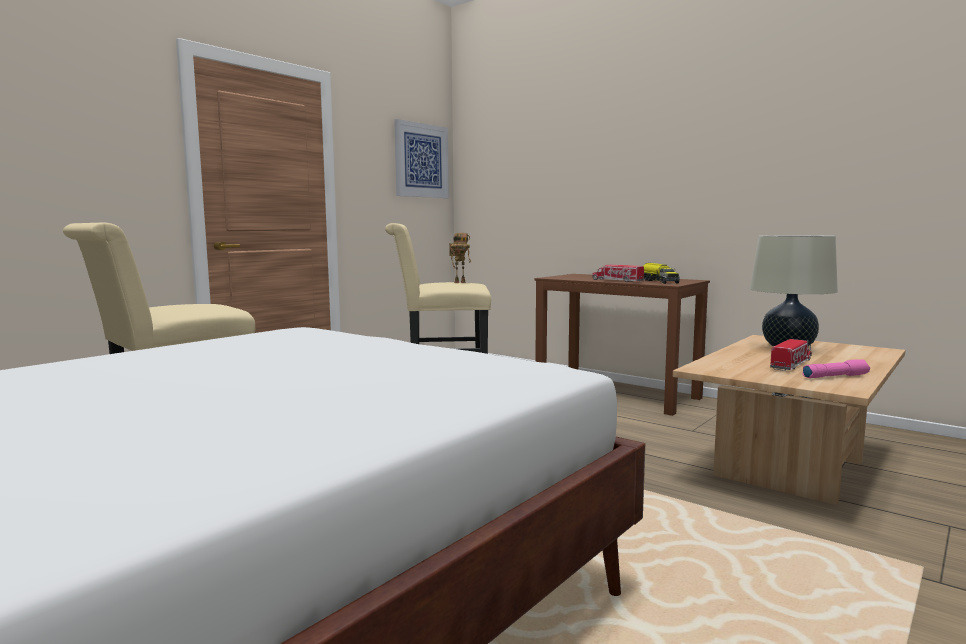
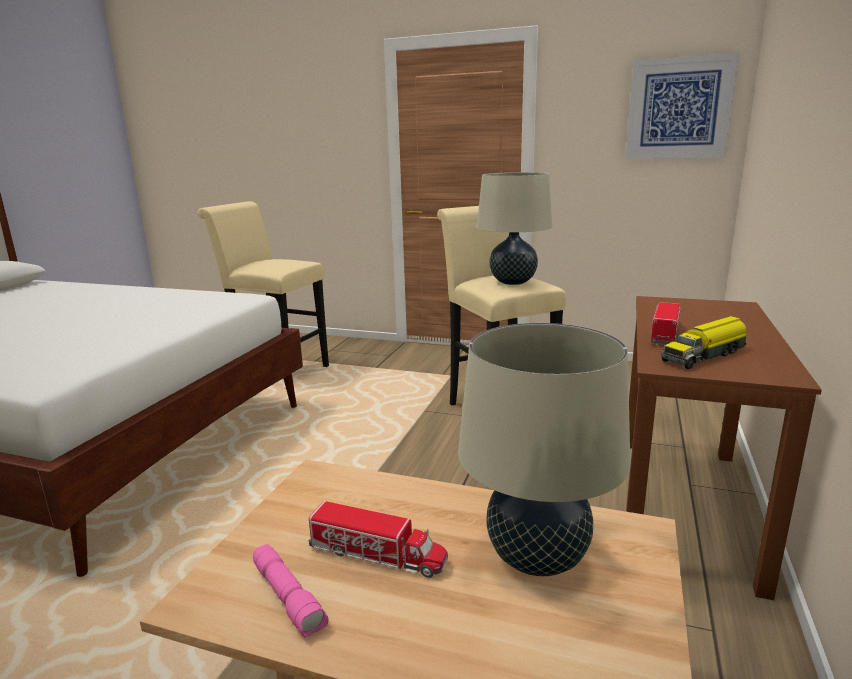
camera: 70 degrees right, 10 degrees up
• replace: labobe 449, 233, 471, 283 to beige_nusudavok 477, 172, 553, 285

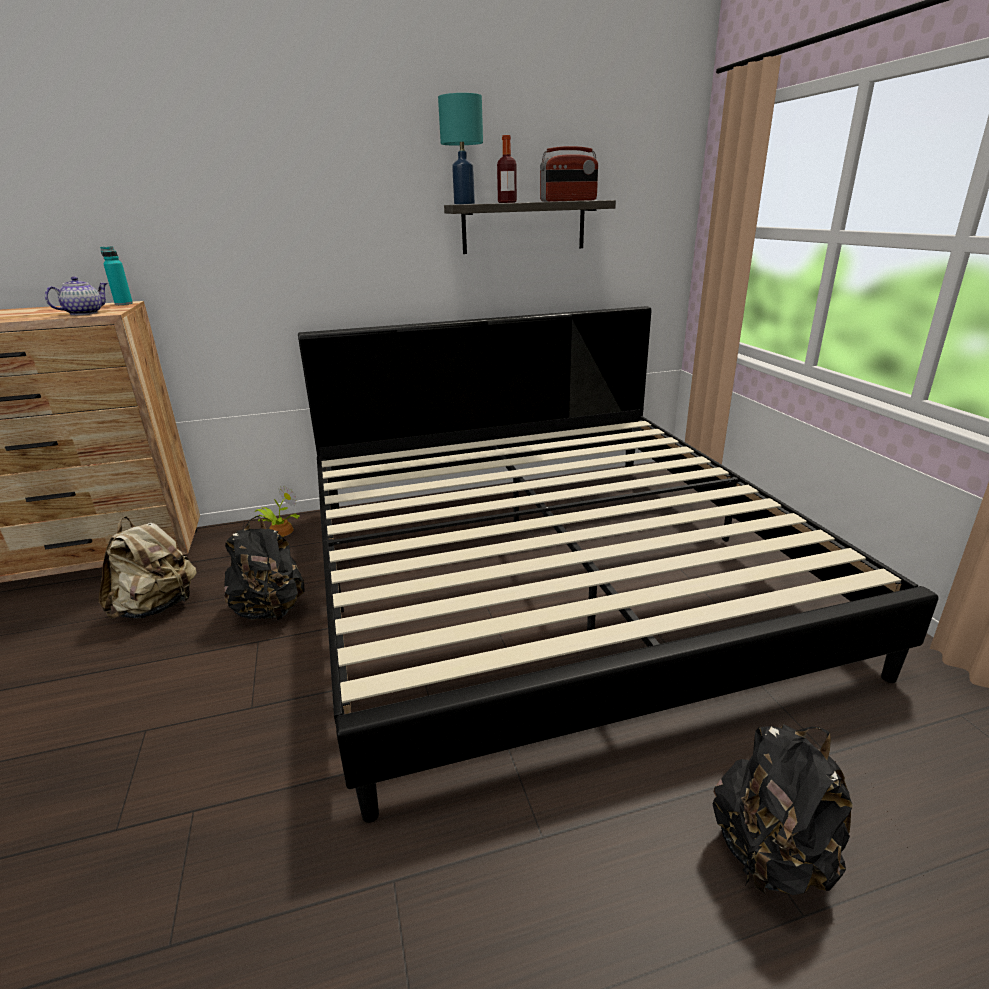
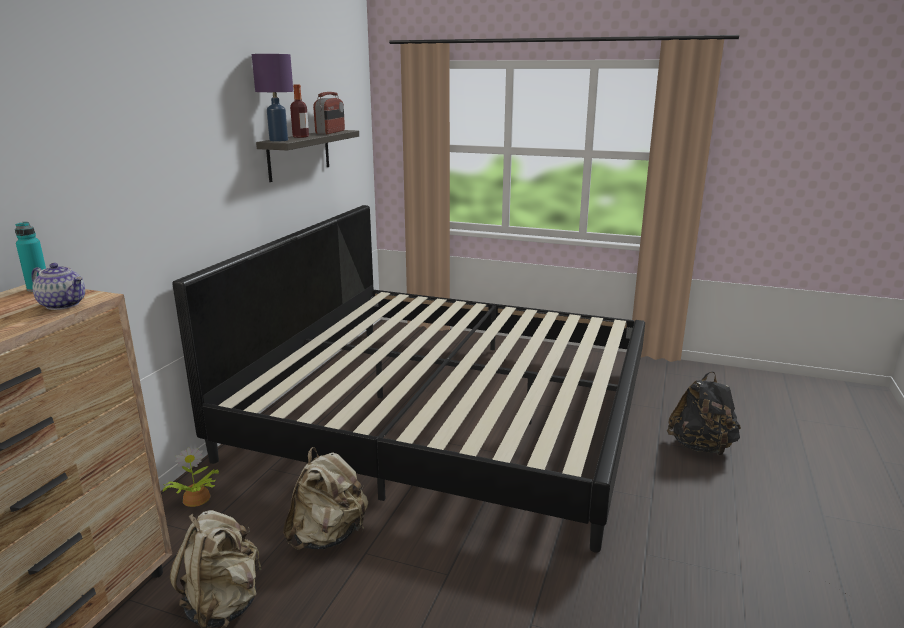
camera: 55 degrees left, 5 degrees down
• rotate: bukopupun 45, 276, 108, 315 = 31, 263, 85, 310 135 degrees clockwise
• recolor: turquoise_nusudavok 438, 93, 483, 204 to purple_nusudavok 252, 54, 293, 142
• recolor: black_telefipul 224, 516, 304, 621 to beige_telefipul 283, 447, 368, 550

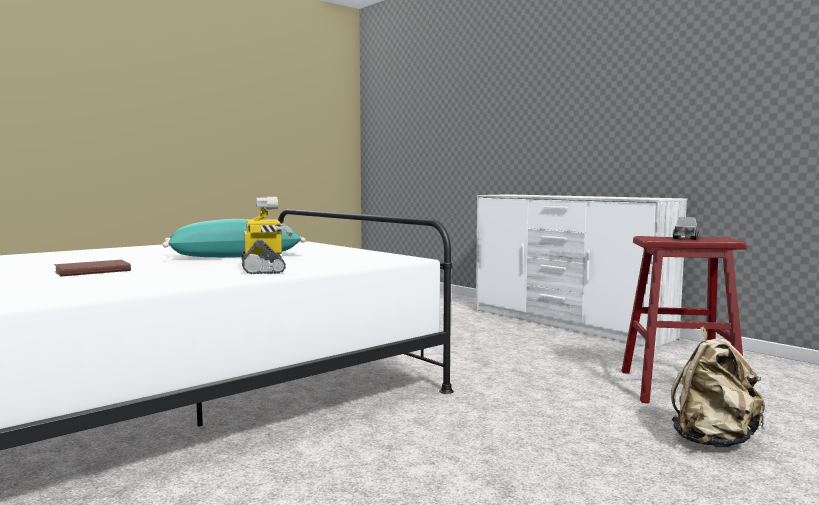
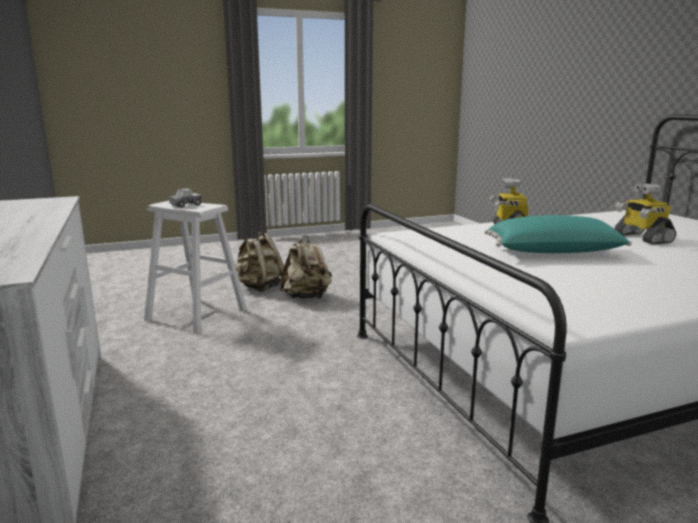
camera: 160 degrees left, 10 degrees up
• recolor: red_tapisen 622, 236, 747, 403 to white_tapisen 144, 201, 247, 334
• insert: beige_telefipul 279, 235, 332, 299
• replace: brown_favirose 54, 260, 131, 277 to labobe 614, 183, 677, 245

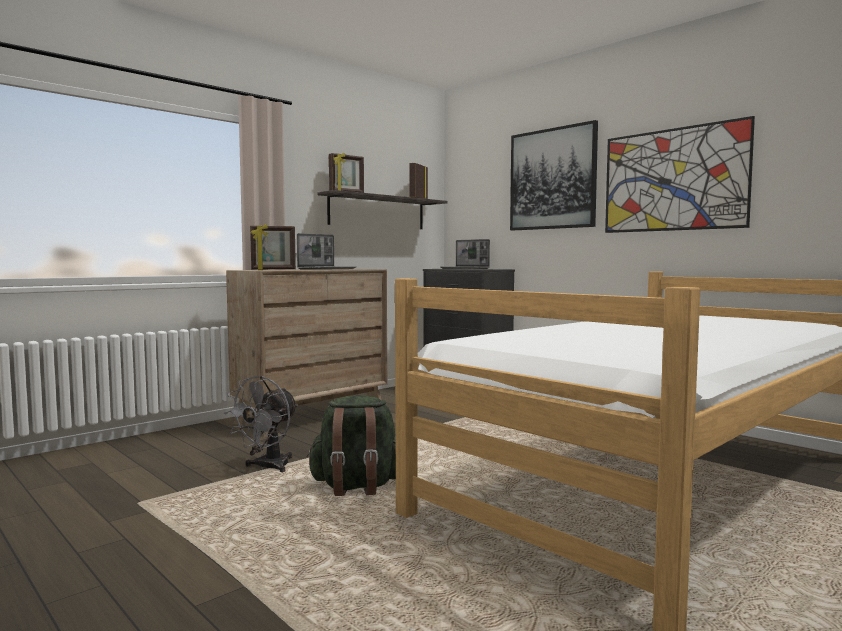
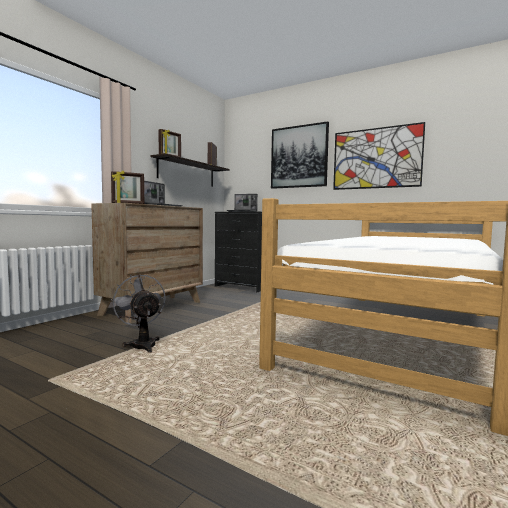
camera: 15 degrees left, 0 degrees up
• rotate: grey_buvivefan 224, 376, 298, 472 = 111, 275, 166, 353 135 degrees clockwise
• delete: green_telefipul 306, 395, 396, 496

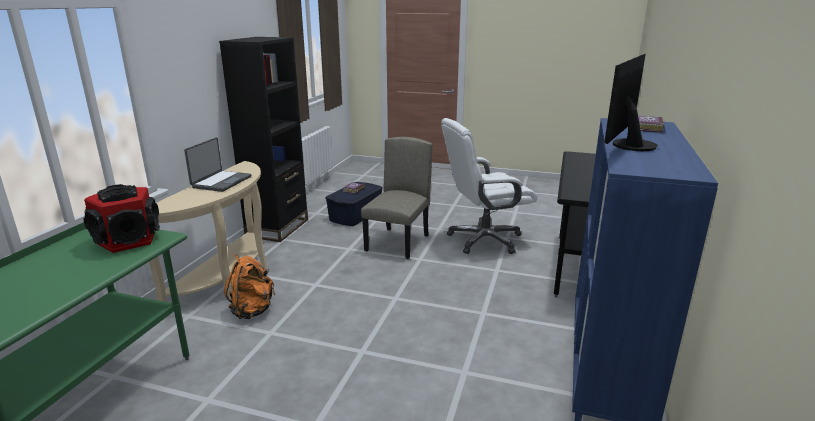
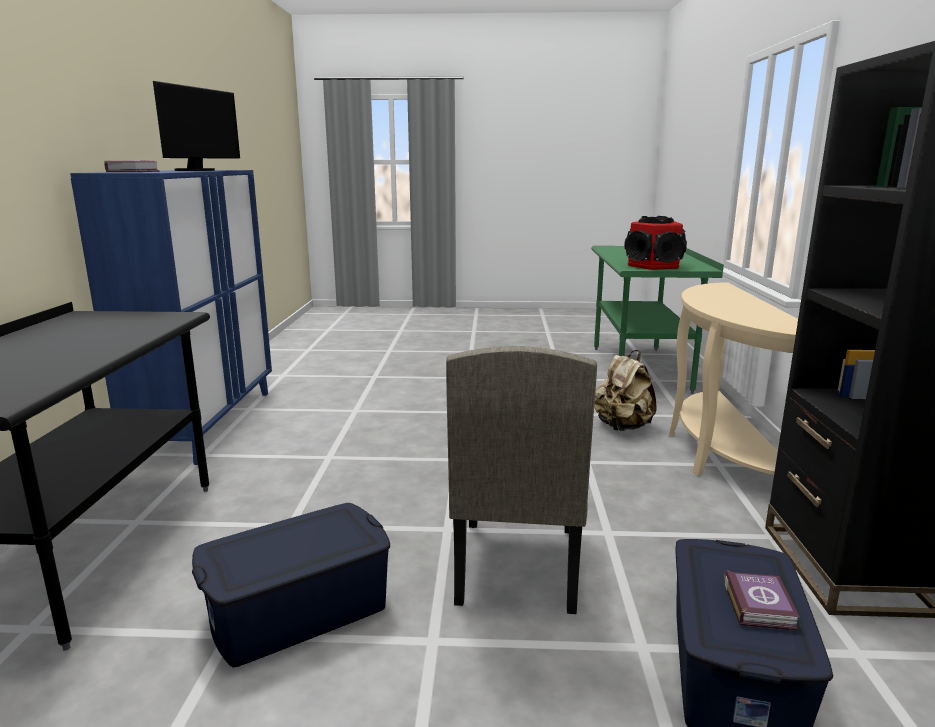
camera: 165 degrees right, 5 degrees down
• replace: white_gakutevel 441, 118, 537, 254 to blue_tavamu 192, 503, 390, 668
• recolor: orange_telefipul 224, 254, 275, 319 to beige_telefipul 594, 350, 656, 431
• delete: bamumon 184, 137, 251, 192

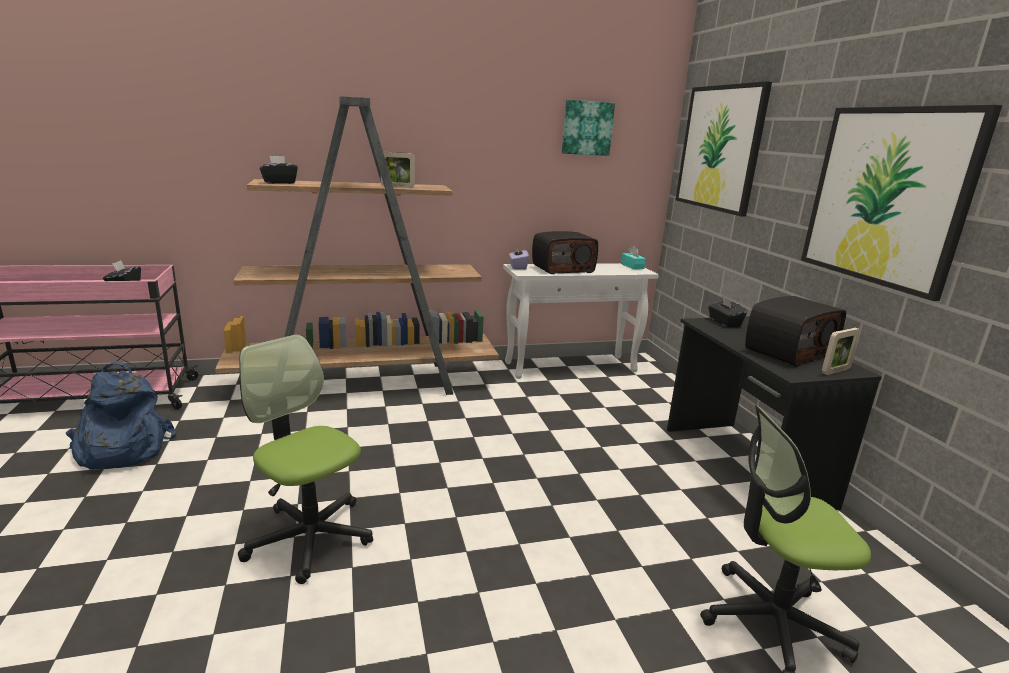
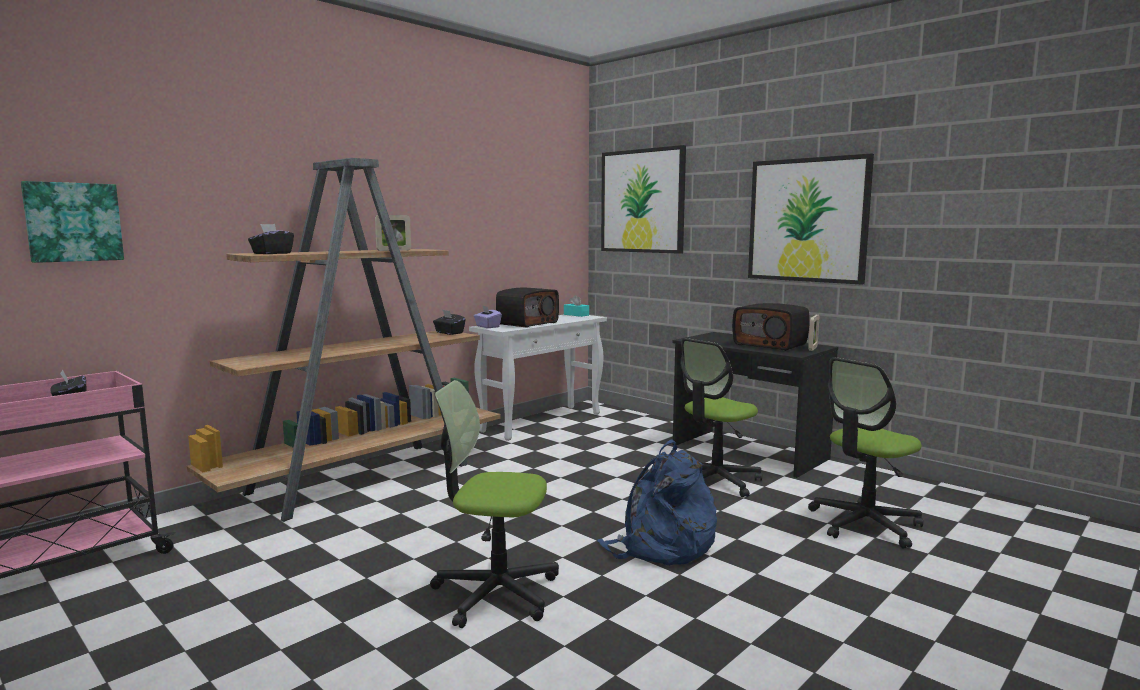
camera: 30 degrees left, 10 degrees down
• move: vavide 562, 100, 615, 156 to 21, 181, 124, 263
• move: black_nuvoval 708, 296, 747, 327 to 433, 310, 466, 335
• move: blue_telefipul 66, 361, 177, 470 to 597, 439, 717, 566
• insert: gakutevel 680, 338, 762, 498
• rotate: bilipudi 745, 296, 846, 367 = 732, 303, 809, 351 105 degrees clockwise

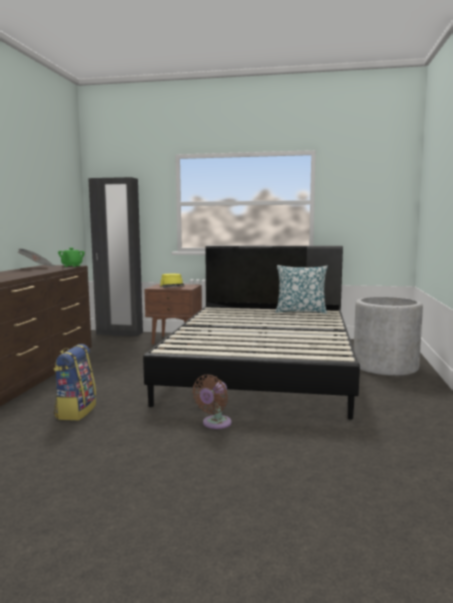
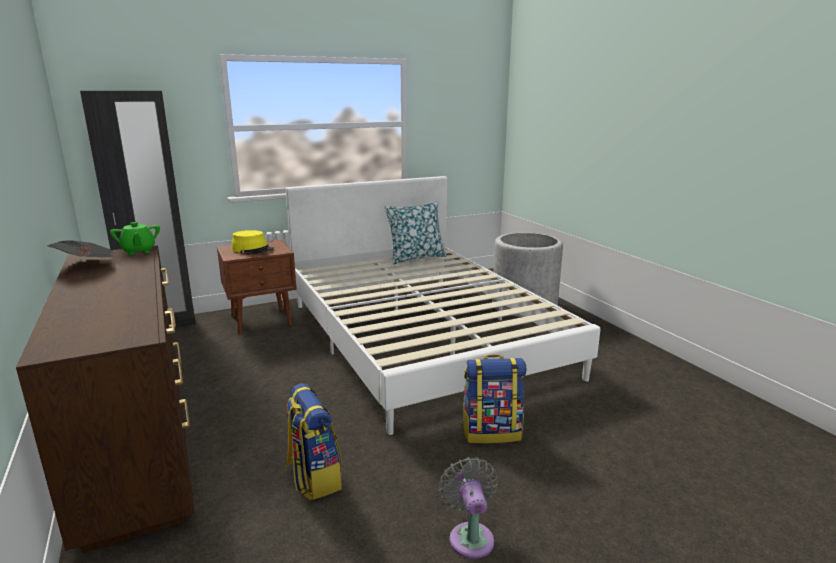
camera: 35 degrees left, 10 degrees up
• recolor: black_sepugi 143, 245, 360, 420 to white_sepugi 286, 176, 601, 435
• insert: grey_buvivefan 439, 457, 498, 559
• replace: brown_buvivefan 192, 375, 232, 429 to telefipul 462, 355, 526, 444

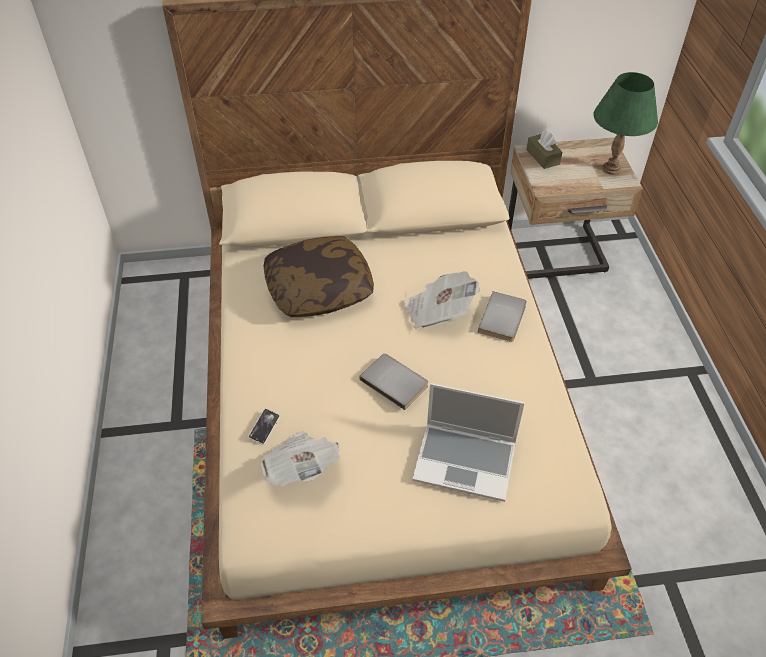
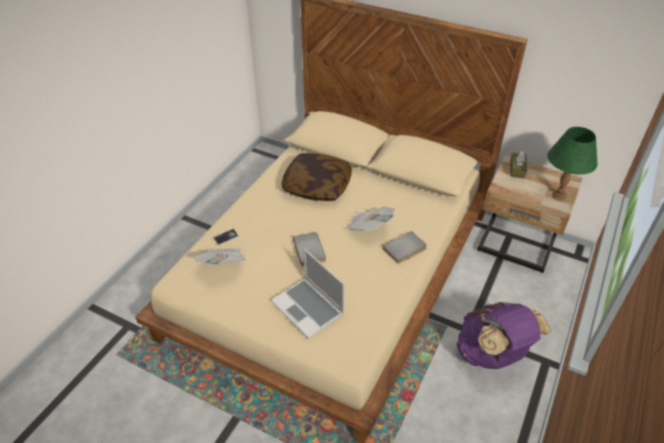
camera: 35 degrees right, 5 degrees down
• insert: purple_telefipul 457, 302, 551, 369

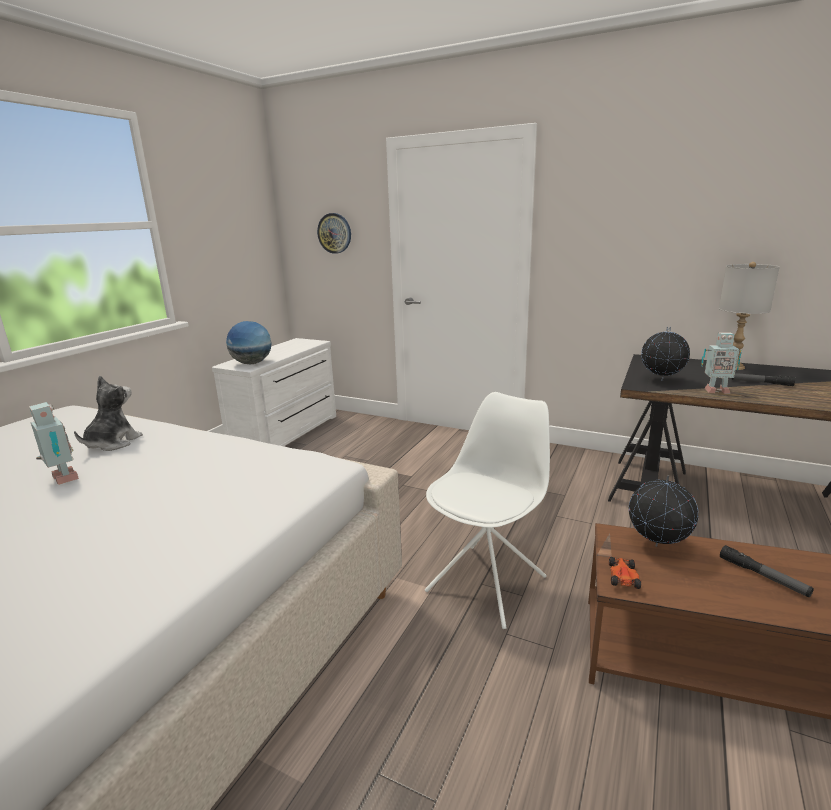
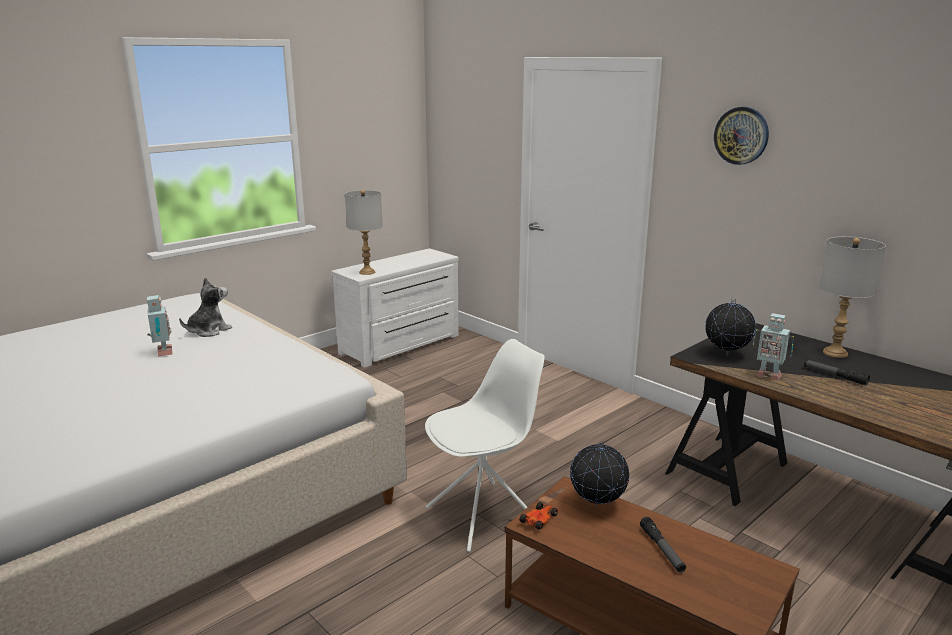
camera: 20 degrees right, 0 degrees up
• replace: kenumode 226, 321, 272, 364 to grey_nusudavok 345, 190, 383, 275
• move: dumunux 317, 213, 351, 254 to 714, 107, 769, 165

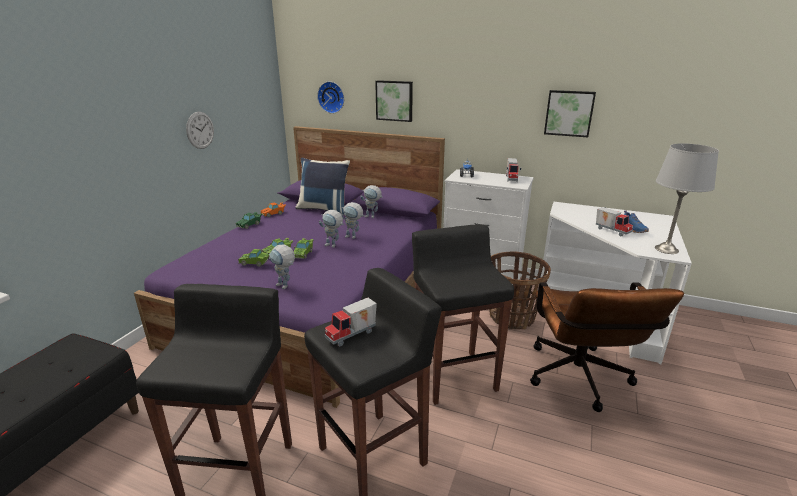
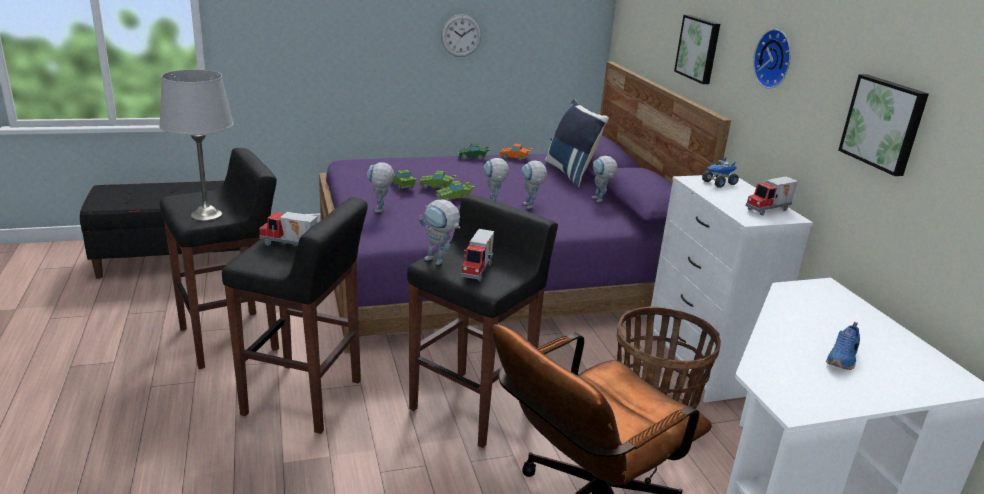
camera: 50 degrees right, 0 degrees up
• move: grey_nusudavok 655, 143, 719, 254 to 159, 70, 234, 221
• insert: labobe 419, 200, 460, 265
• move: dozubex 596, 207, 633, 236 to 461, 229, 494, 281
• move: dumunux 317, 81, 344, 114 to 753, 29, 791, 89

